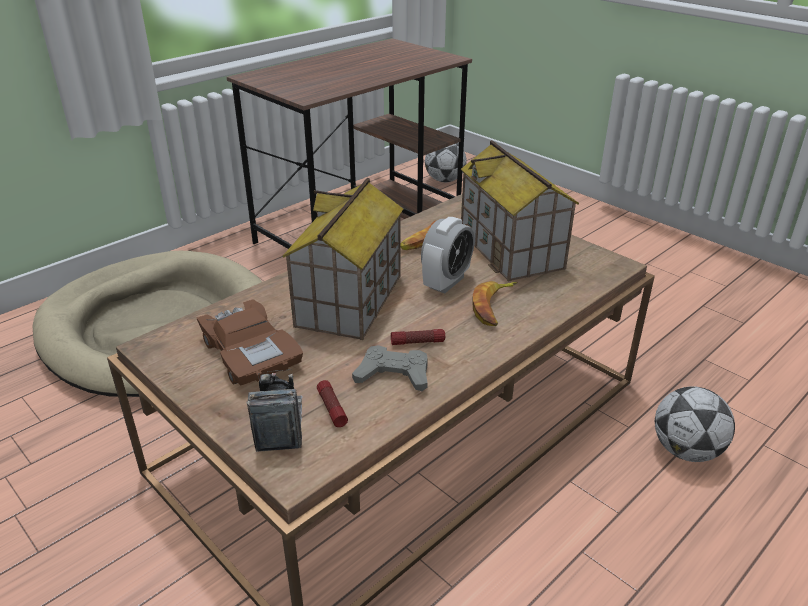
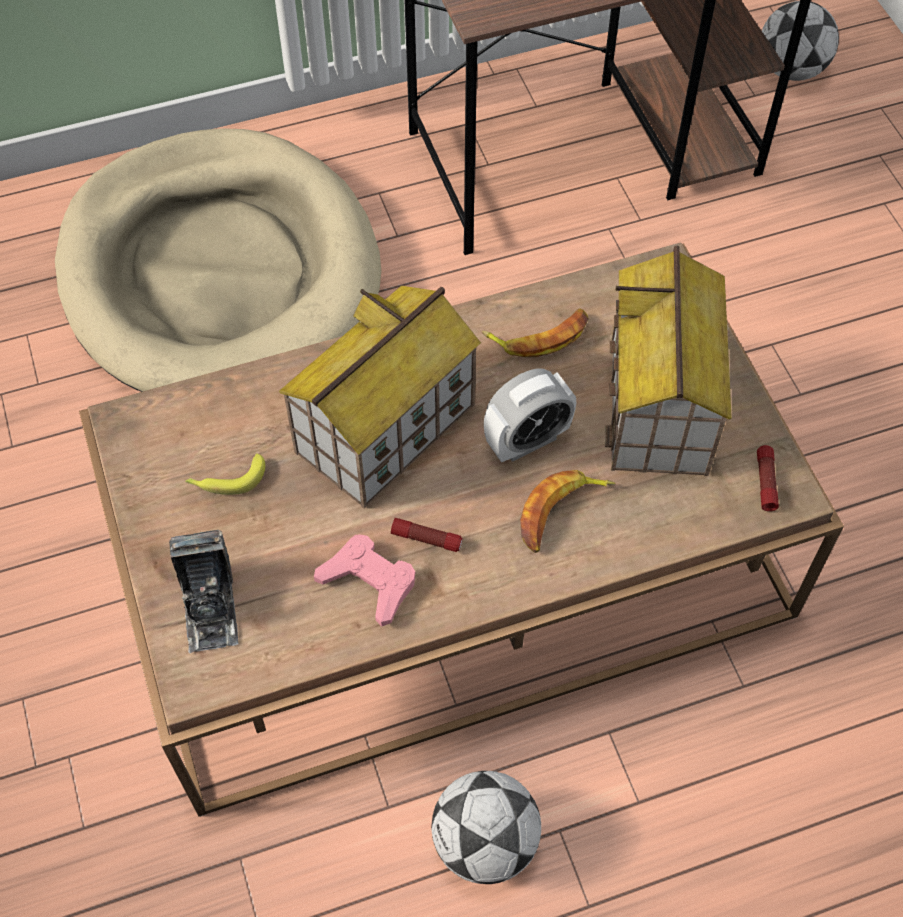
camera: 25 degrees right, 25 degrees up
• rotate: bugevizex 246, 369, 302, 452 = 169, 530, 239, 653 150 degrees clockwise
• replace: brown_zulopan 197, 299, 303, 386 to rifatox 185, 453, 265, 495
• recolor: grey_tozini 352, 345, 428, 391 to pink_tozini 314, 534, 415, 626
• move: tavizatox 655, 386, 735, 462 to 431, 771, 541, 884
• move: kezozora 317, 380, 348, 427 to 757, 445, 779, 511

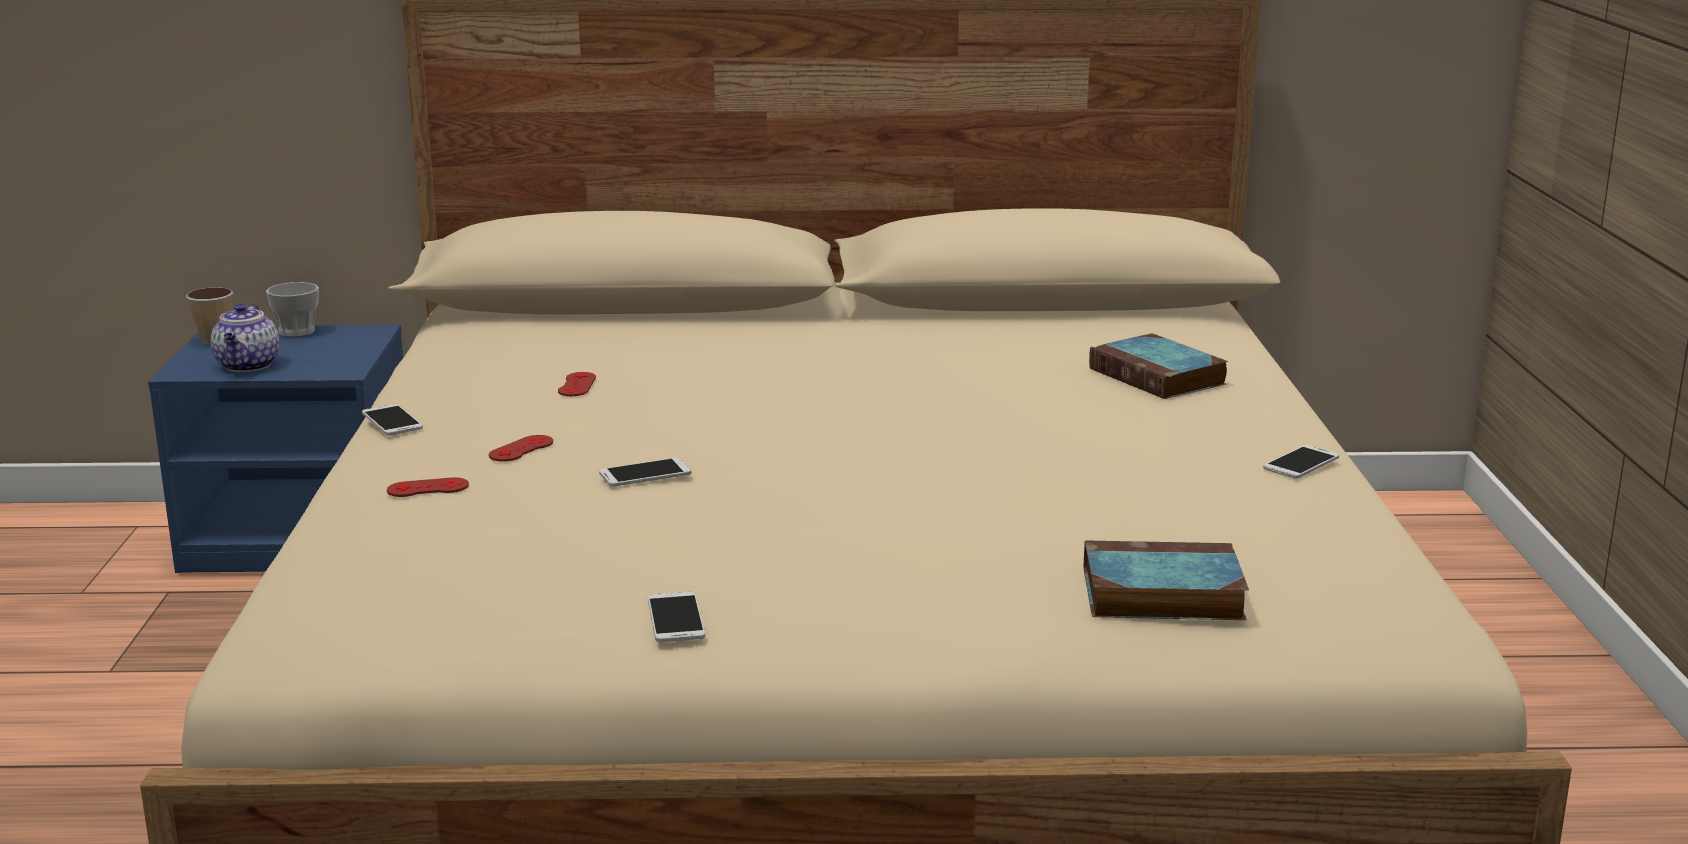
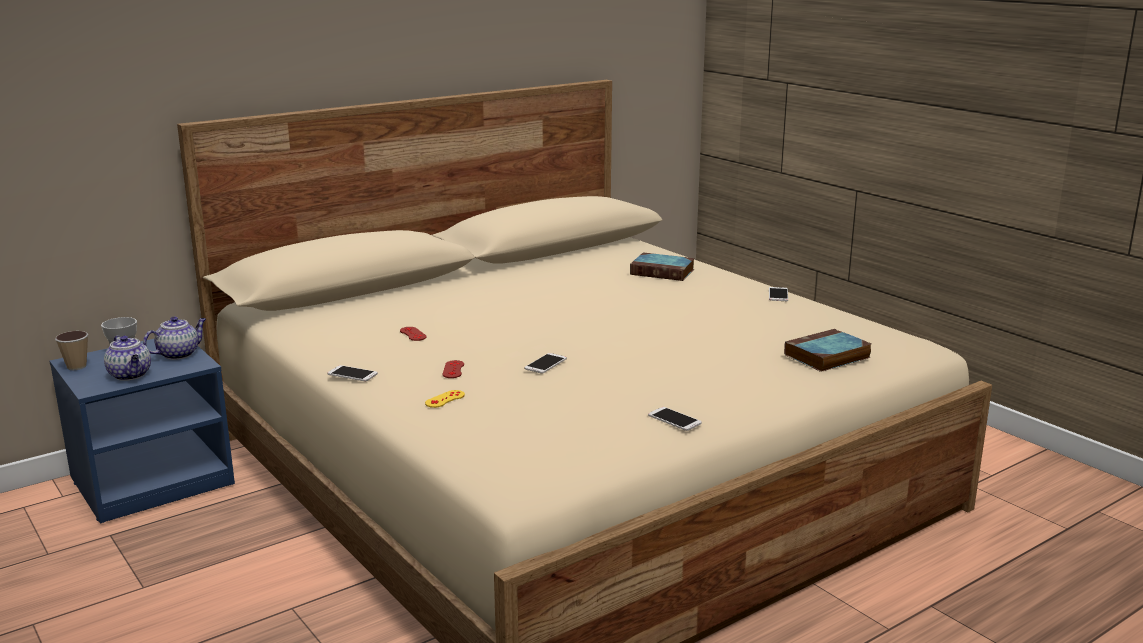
camera: 35 degrees left, 0 degrees up
• insert: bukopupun 143, 317, 206, 360
• recolor: red_tozini 387, 477, 469, 497 to yellow_tozini 425, 390, 465, 408

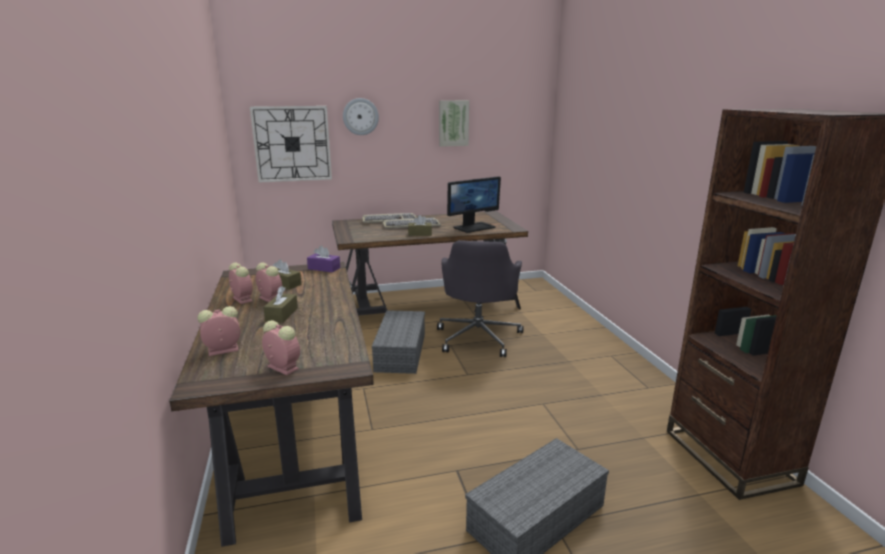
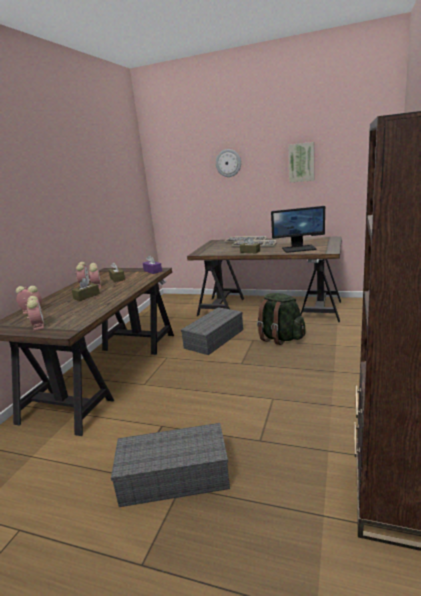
camera: 35 degrees right, 0 degrees up
• replace: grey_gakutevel 437, 240, 523, 357 to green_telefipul 257, 293, 306, 345
• delete: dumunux 250, 106, 332, 183

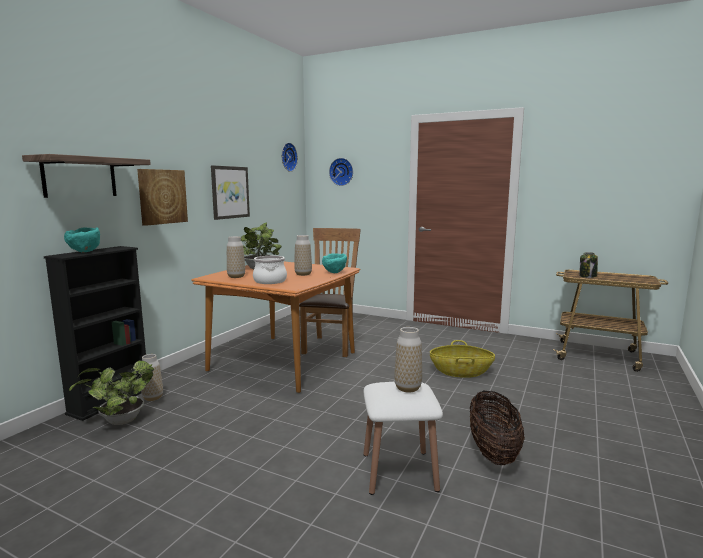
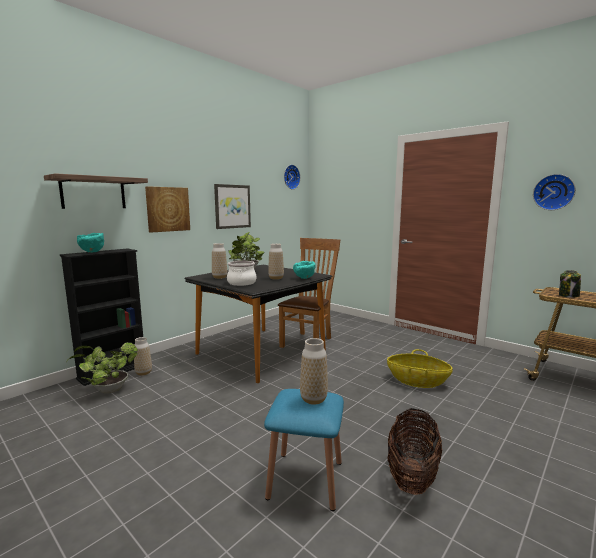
camera: 15 degrees right, 0 degrees up
• recolor: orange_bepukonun 191, 262, 360, 393 to black_bepukonun 184, 265, 332, 383
• recolor: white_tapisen 364, 382, 443, 495 to blue_tapisen 264, 389, 344, 511
• move: dumunux 329, 158, 353, 186 to 533, 174, 576, 210

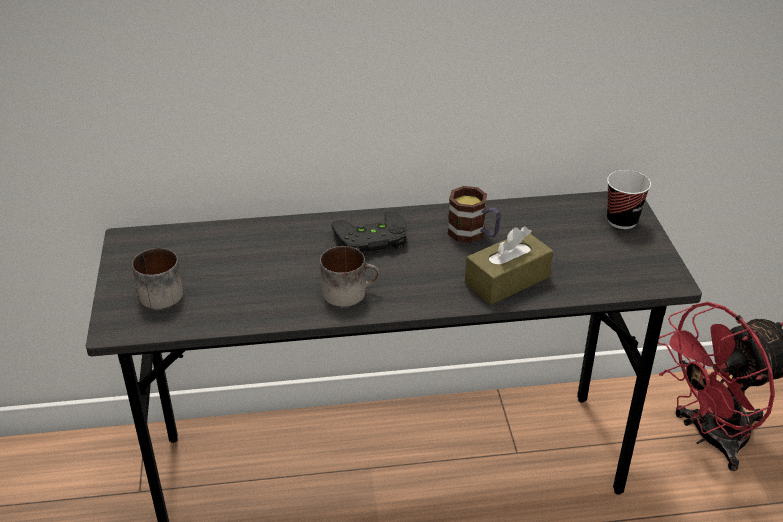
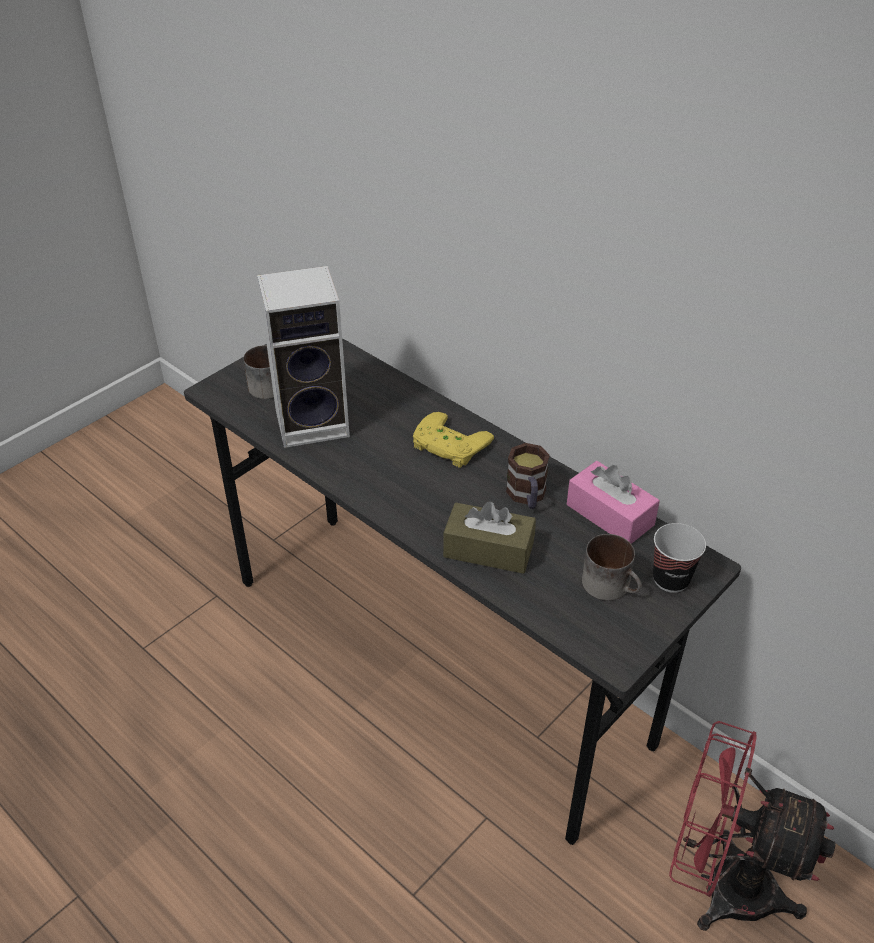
camera: 50 degrees right, 5 degrees up
• insert: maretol 257, 266, 350, 448
• recolor: black_tozini 331, 212, 407, 252 to yellow_tozini 413, 412, 494, 468
• insert: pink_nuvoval 567, 461, 660, 544
• move: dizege 320, 246, 380, 307 to 582, 534, 642, 600

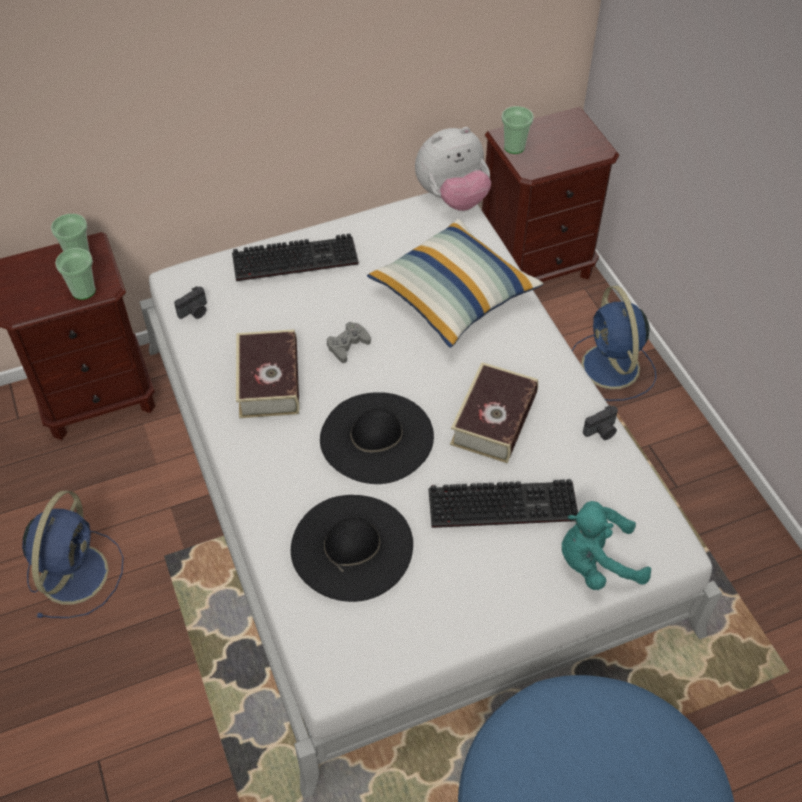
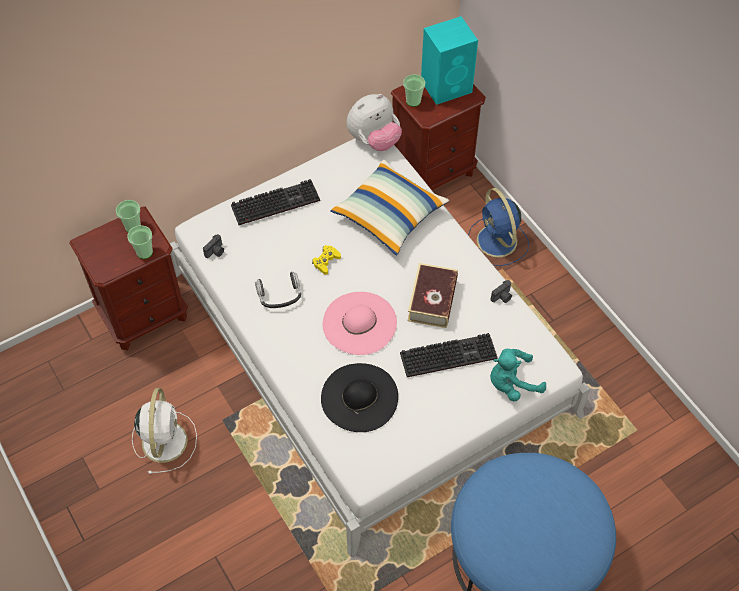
camera: 10 degrees left, 5 degrees up
• recolor: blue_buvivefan 22, 491, 123, 618 to white_buvivefan 132, 388, 197, 474
• replace: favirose 236, 329, 299, 418 to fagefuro 255, 272, 301, 308
• recolor: grey_tozini 327, 322, 371, 363 to yellow_tozini 312, 245, 341, 275
• recolor: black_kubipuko 320, 392, 434, 484 to pink_kubipuko 323, 292, 397, 355
• insert: turquoise_maretol 421, 16, 478, 105

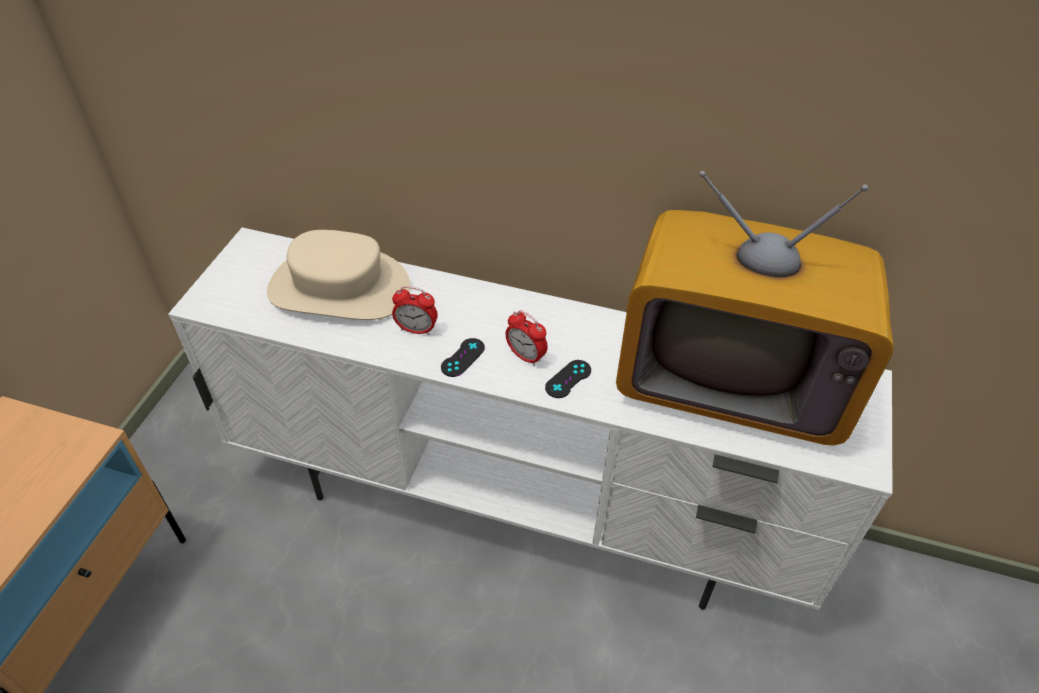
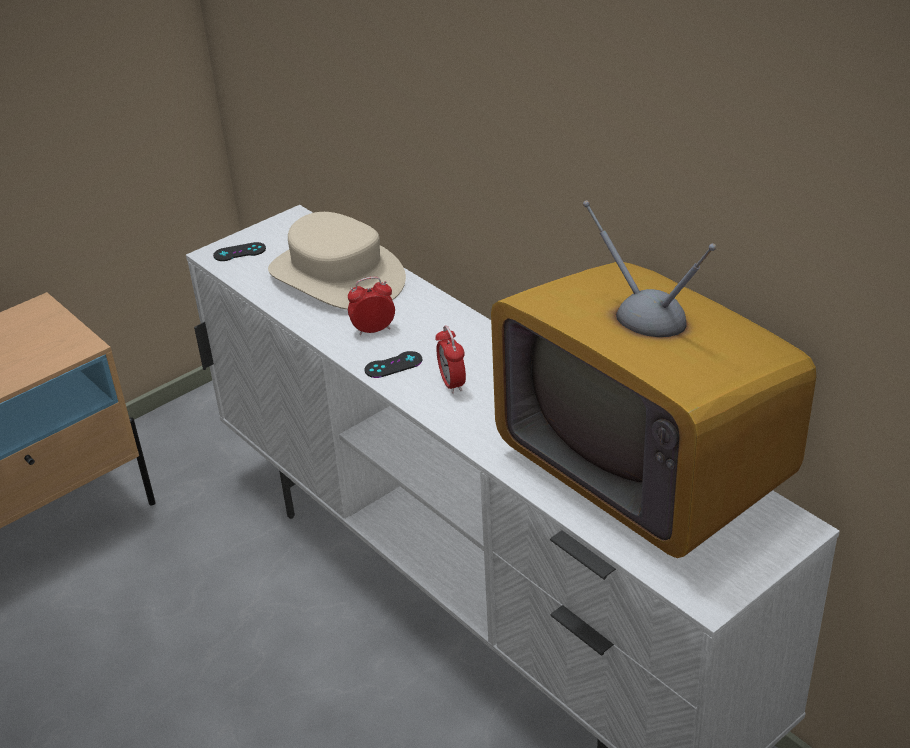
camera: 35 degrees right, 10 degrees down
• move: black_tozini 545, 360, 591, 398 to 213, 242, 266, 261
• rotate: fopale 392, 286, 437, 335 = 348, 277, 395, 335 120 degrees clockwise

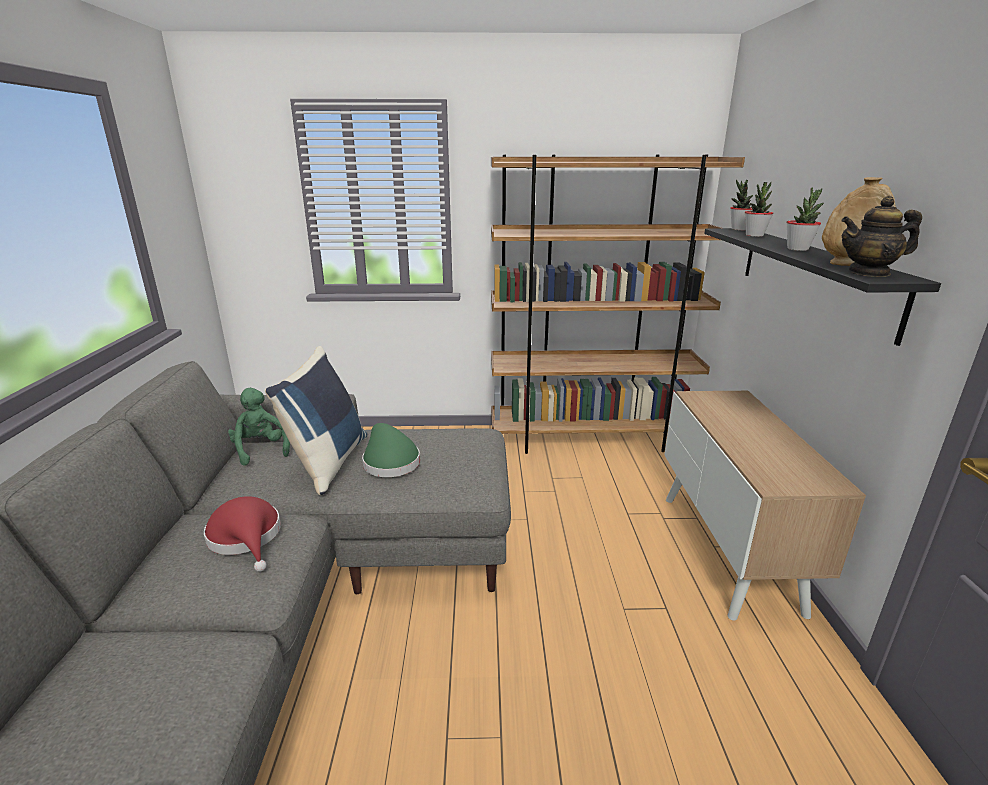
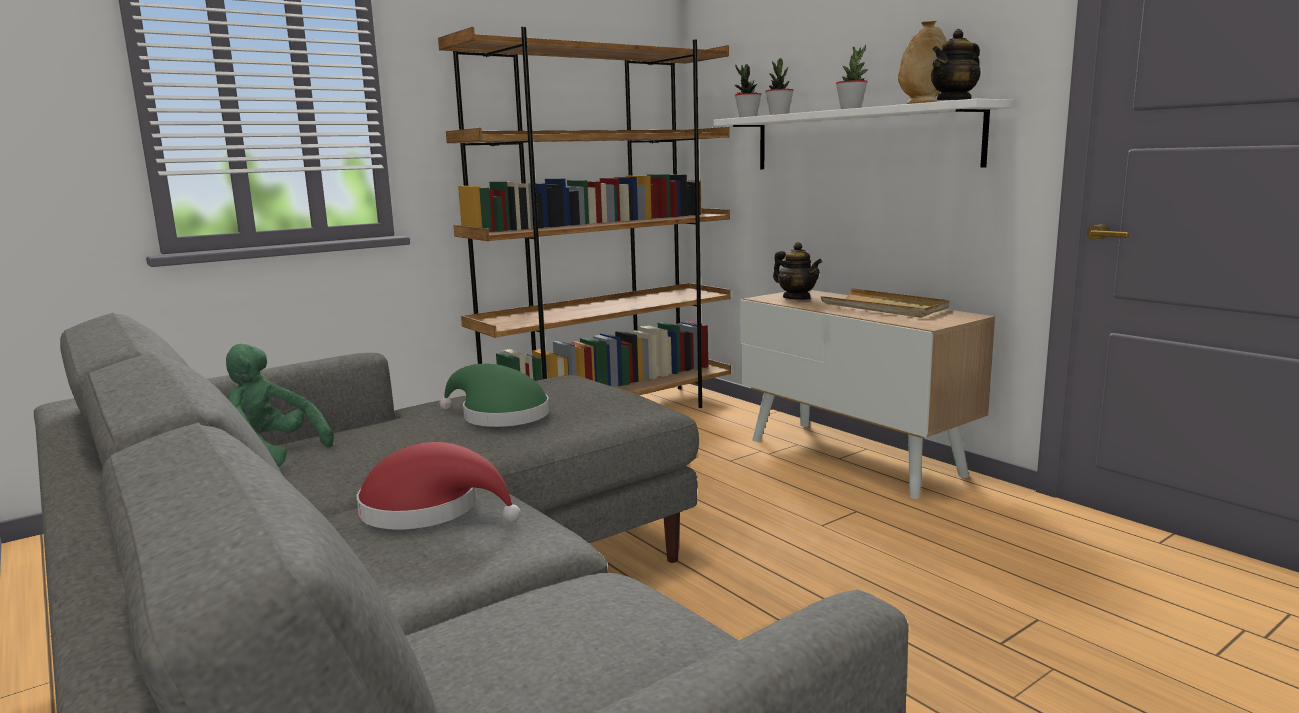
camera: 35 degrees left, 10 degrees down
• recolor: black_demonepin 704, 228, 941, 346 to white_demonepin 713, 98, 1013, 169
• insert: bukopupun 773, 242, 822, 300
• insert: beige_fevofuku 820, 288, 949, 318
• delete: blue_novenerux 265, 346, 367, 495

